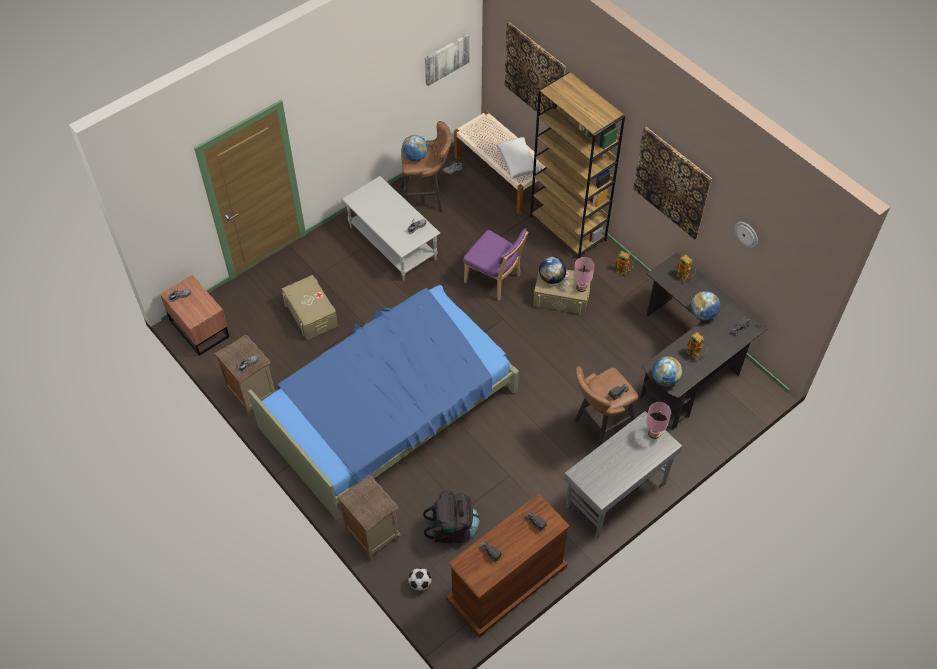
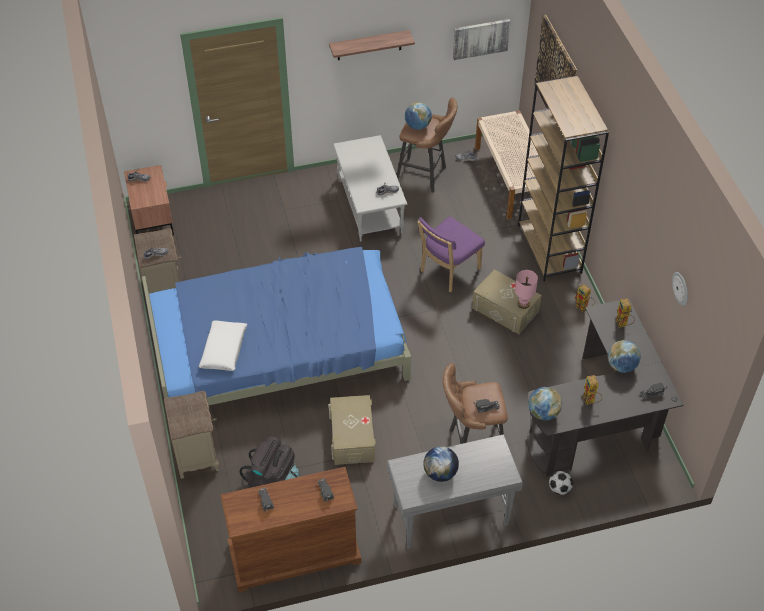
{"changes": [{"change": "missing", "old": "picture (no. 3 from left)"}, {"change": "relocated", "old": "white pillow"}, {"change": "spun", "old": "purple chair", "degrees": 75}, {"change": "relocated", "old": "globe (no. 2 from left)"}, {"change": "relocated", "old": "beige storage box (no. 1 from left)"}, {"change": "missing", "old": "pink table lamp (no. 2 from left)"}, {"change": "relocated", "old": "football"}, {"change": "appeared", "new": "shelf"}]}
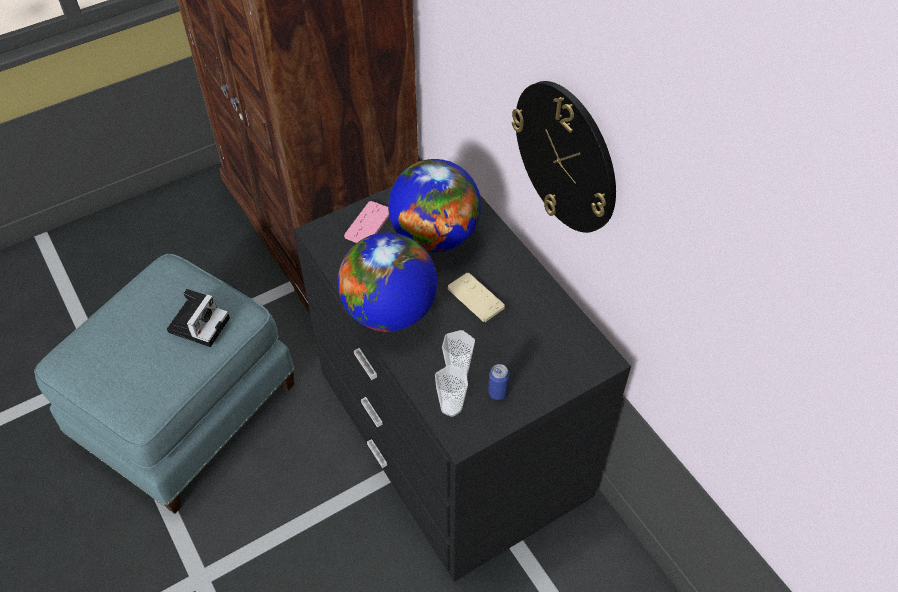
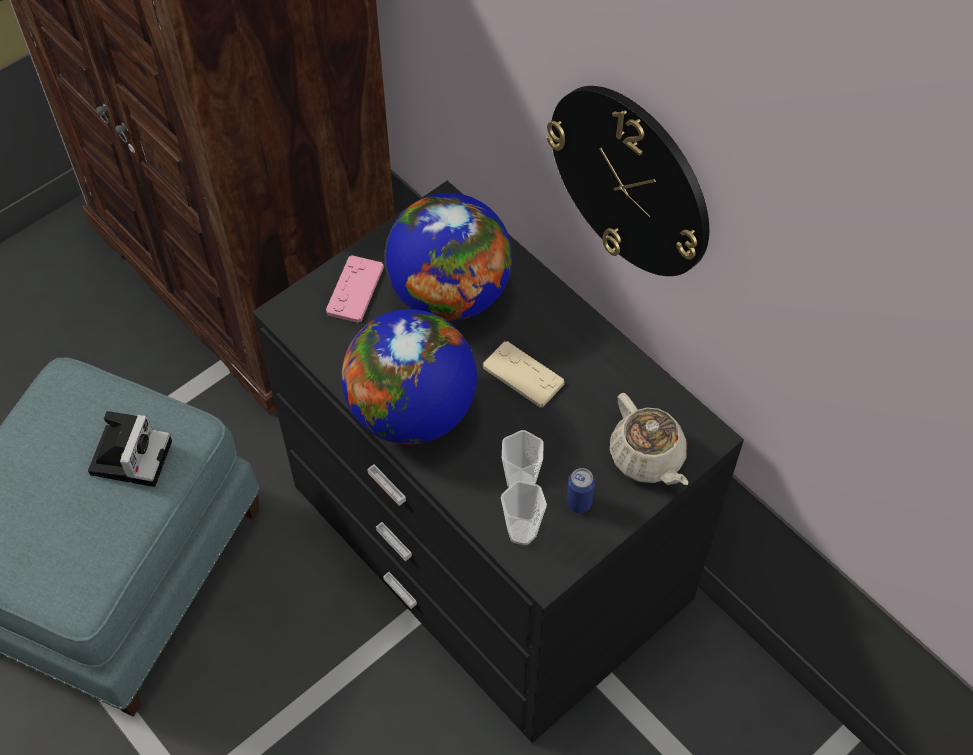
{"changes": [{"change": "appeared", "new": "beige teapot"}]}
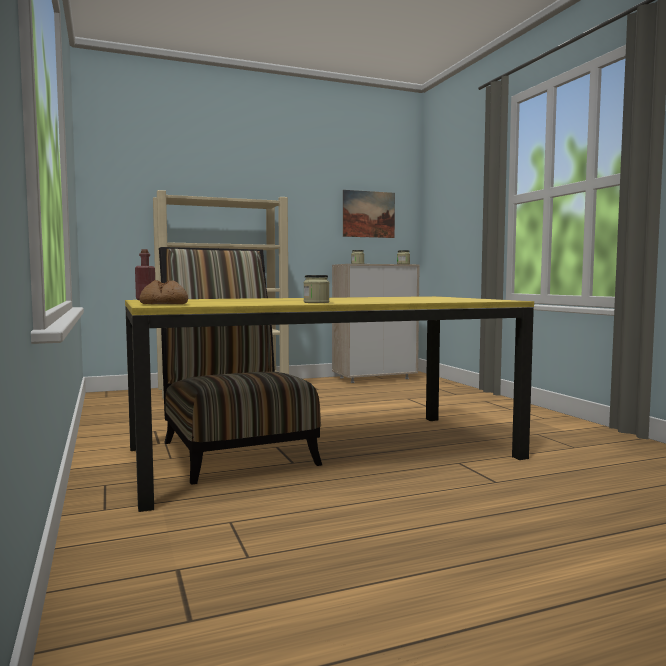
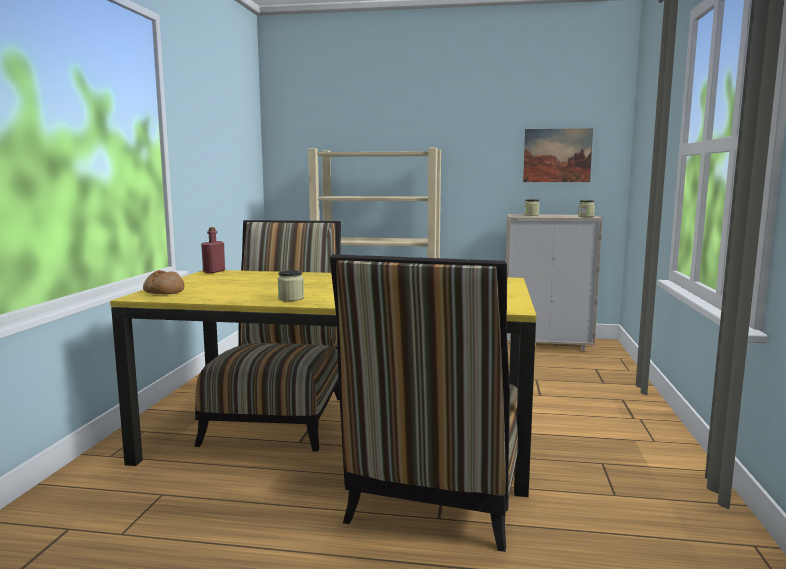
{"changes": [{"change": "appeared", "new": "chair (no. 2 from left)"}]}
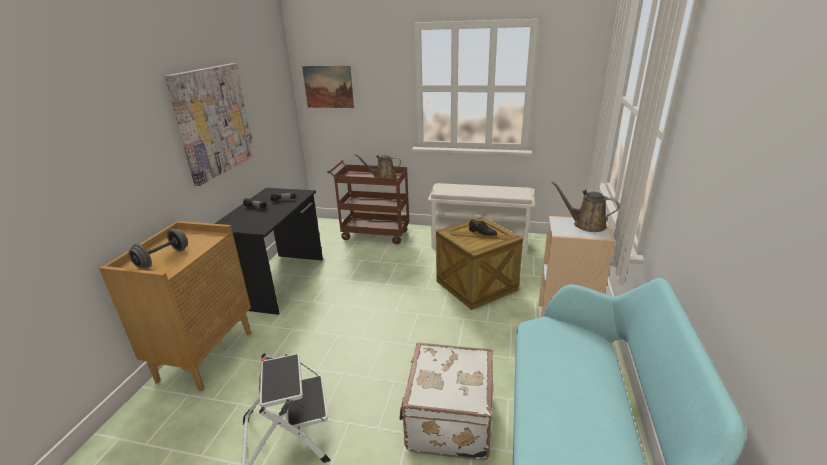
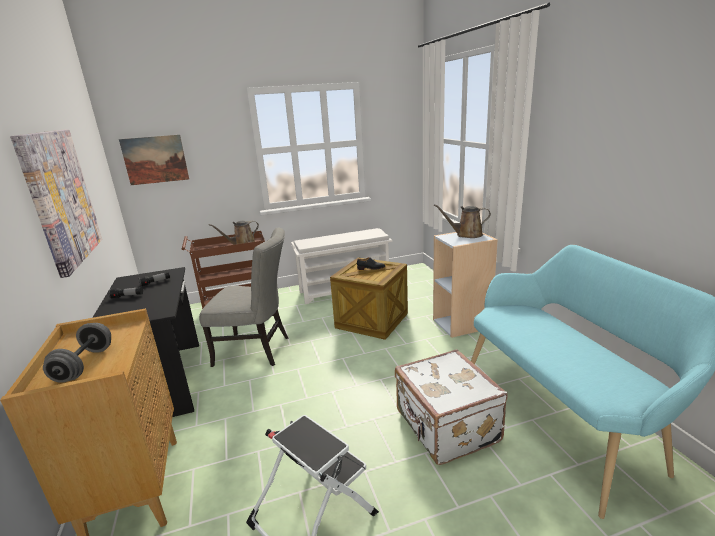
{"changes": [{"change": "appeared", "new": "grey chair"}]}
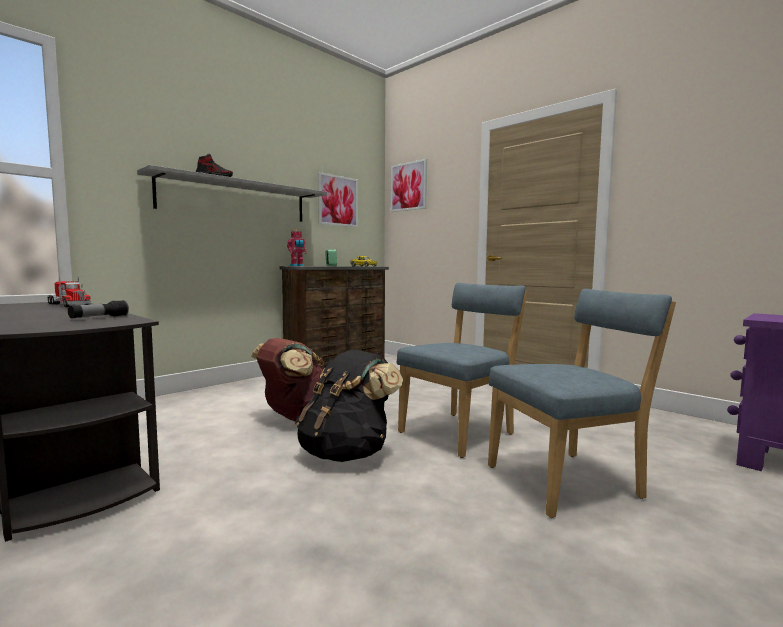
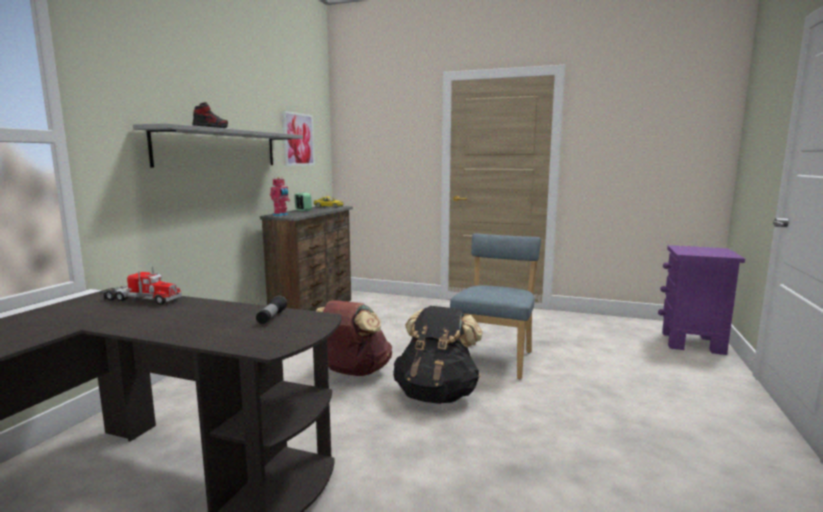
{"changes": [{"change": "missing", "old": "picture (no. 2 from left)"}, {"change": "missing", "old": "blue chair (no. 2 from left)"}]}
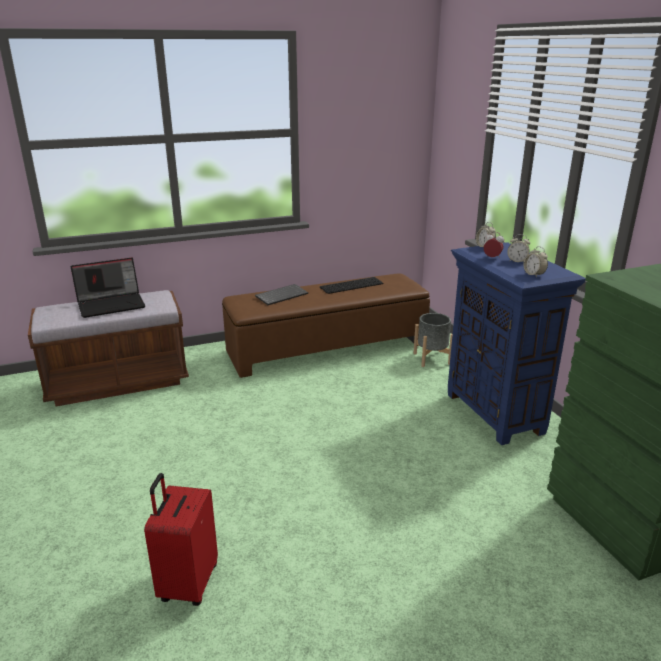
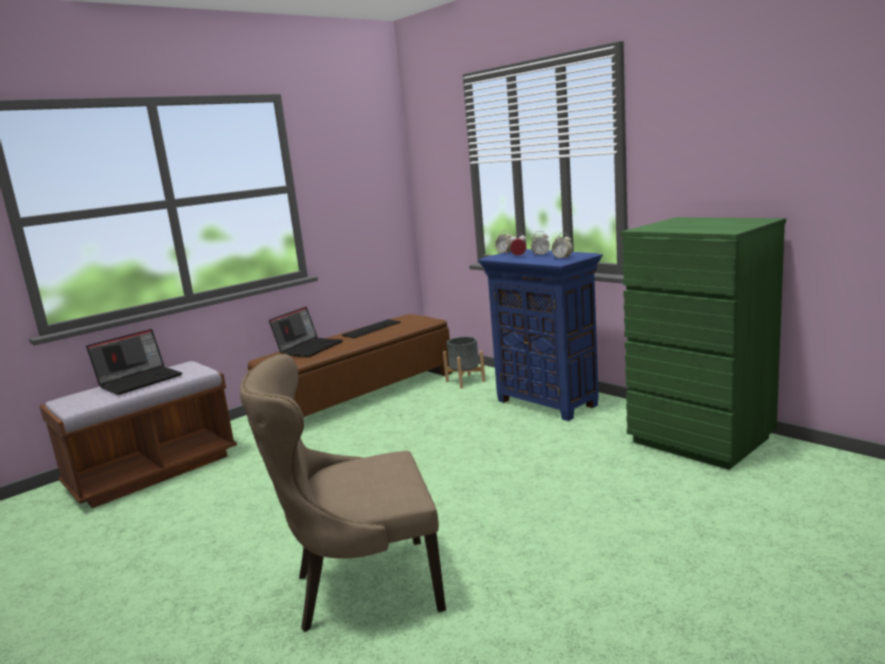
{"changes": [{"change": "exchanged", "old": "keyboard (no. 1 from left)", "new": "laptop (no. 2 from left)"}, {"change": "exchanged", "old": "red suitcase", "new": "beige chair"}]}
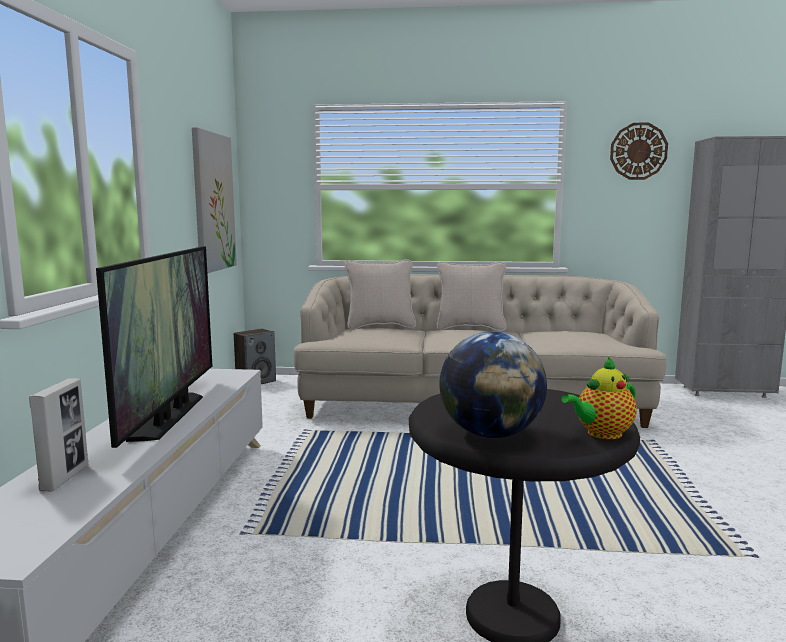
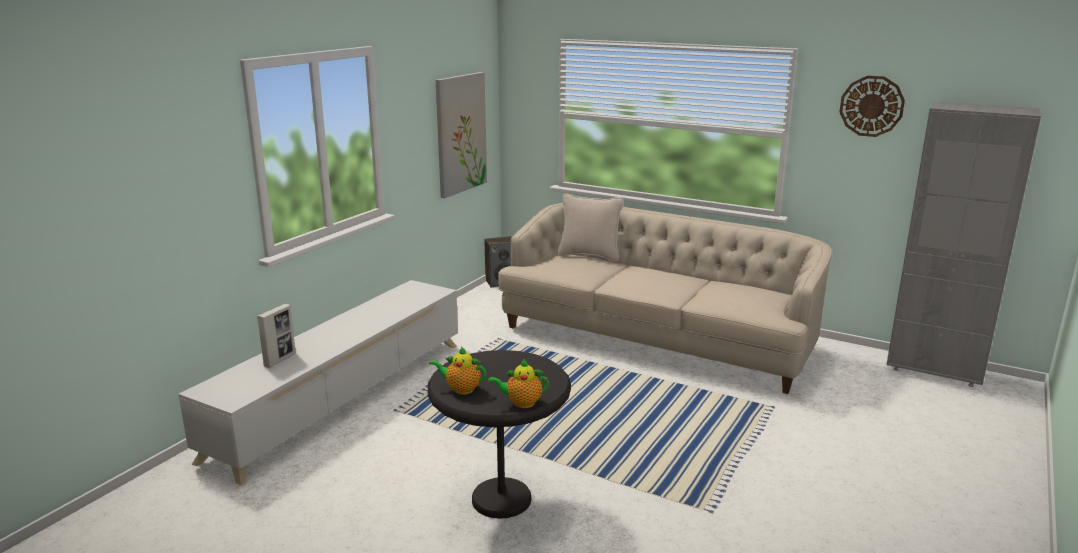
{"changes": [{"change": "missing", "old": "television"}, {"change": "missing", "old": "beige pillow (no. 2 from left)"}, {"change": "exchanged", "old": "globe", "new": "teapot (no. 1 from left)"}]}
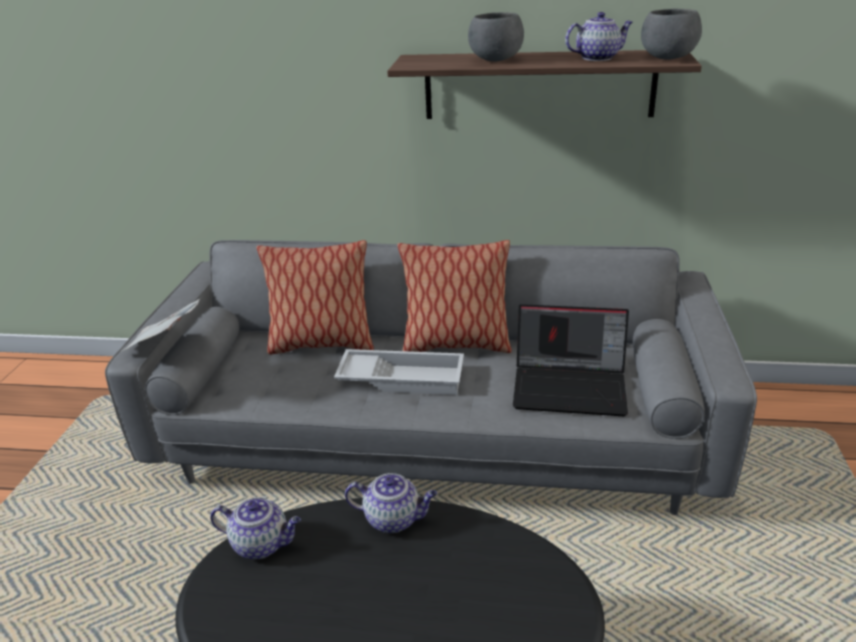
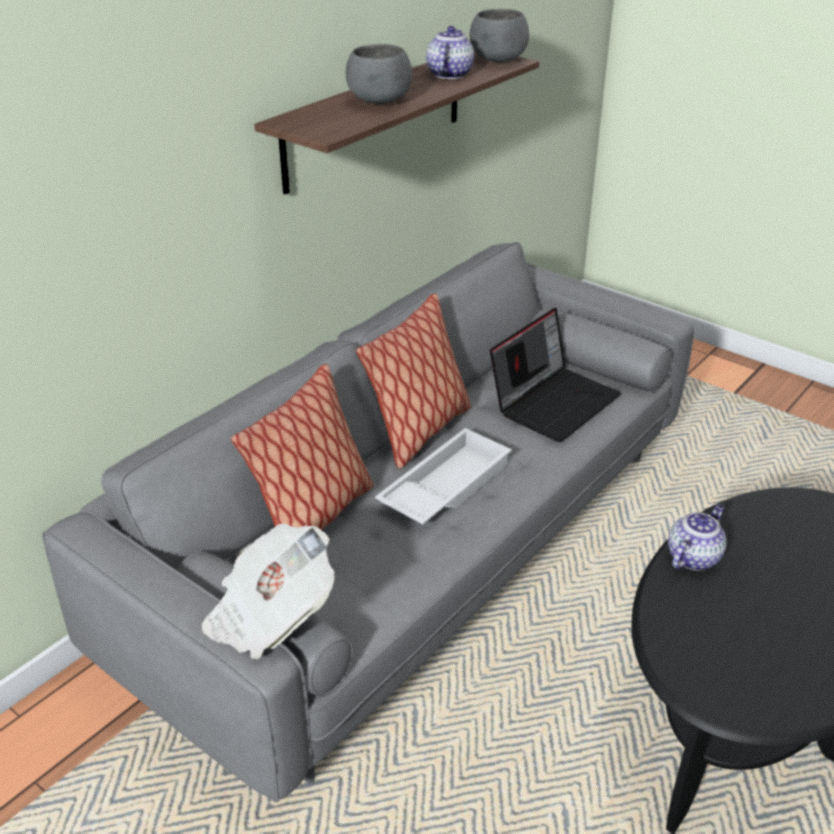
{"changes": [{"change": "missing", "old": "teapot (no. 1 from left)"}]}
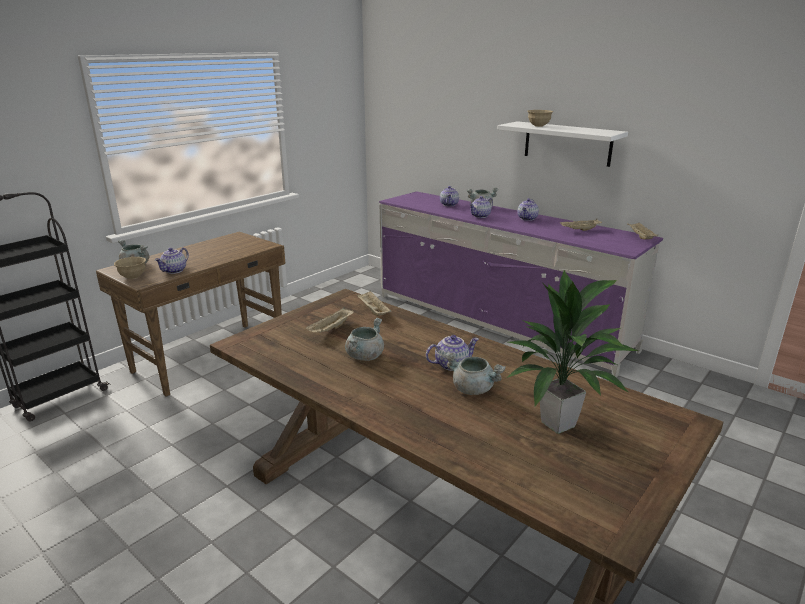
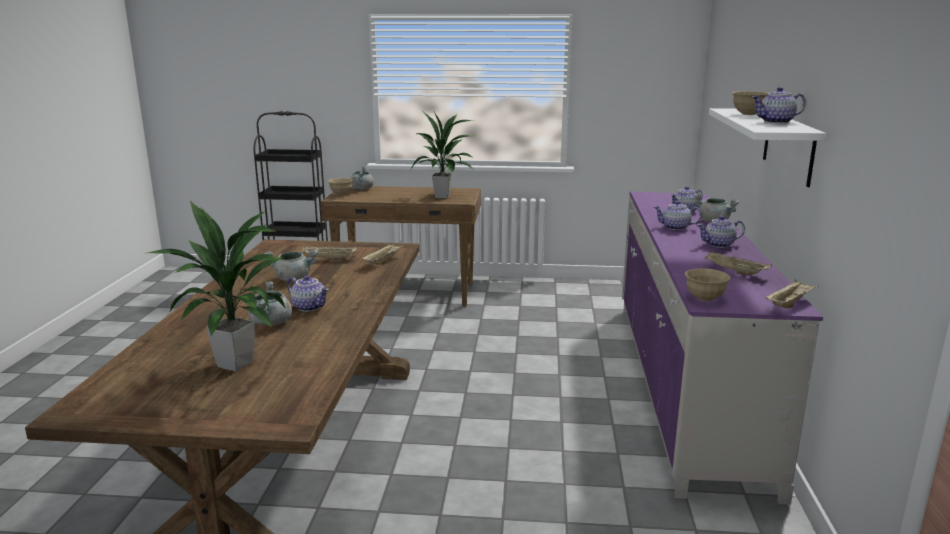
{"changes": [{"change": "relocated", "old": "teapot (no. 1 from left in the first image)", "new": "teapot (no. 5 from left)"}, {"change": "appeared", "new": "potted plant (no. 2 from left)"}, {"change": "appeared", "new": "beige bowl (no. 2 from left)"}]}
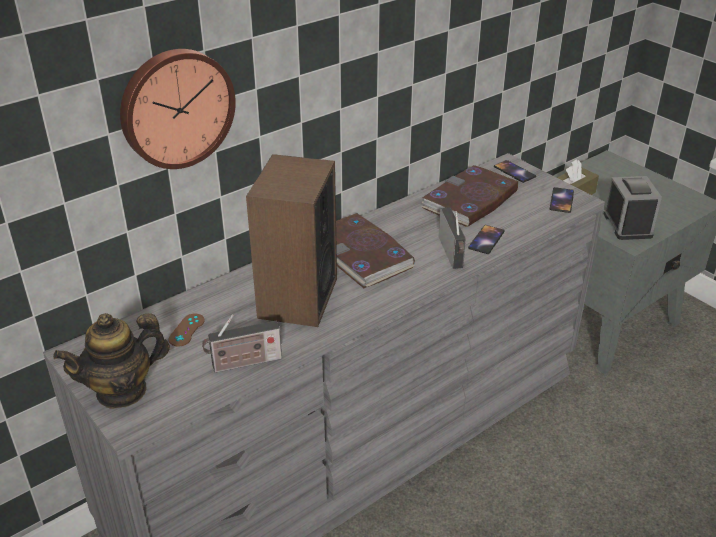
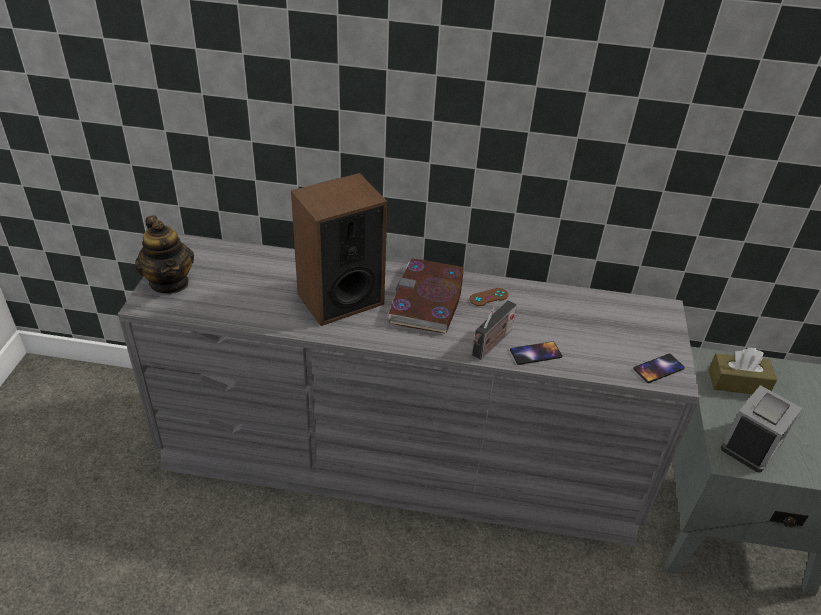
{"changes": [{"change": "missing", "old": "wall clock"}, {"change": "missing", "old": "phone (no. 2 from left)"}, {"change": "missing", "old": "book (no. 2 from left)"}, {"change": "spun", "old": "teapot", "degrees": -135}, {"change": "relocated", "old": "brown game controller"}, {"change": "missing", "old": "radio (no. 1 from left)"}]}
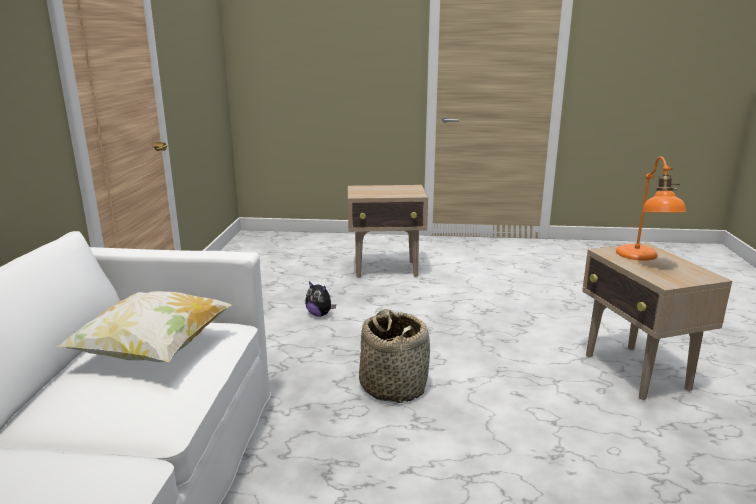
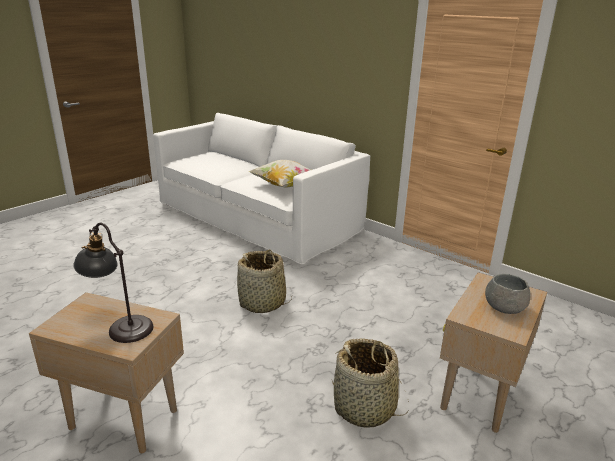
{"changes": [{"change": "colour", "old": "orange table lamp", "new": "grey table lamp"}, {"change": "missing", "old": "plush toy"}, {"change": "appeared", "new": "grey bowl"}, {"change": "appeared", "new": "basket (no. 2 from left)"}]}
